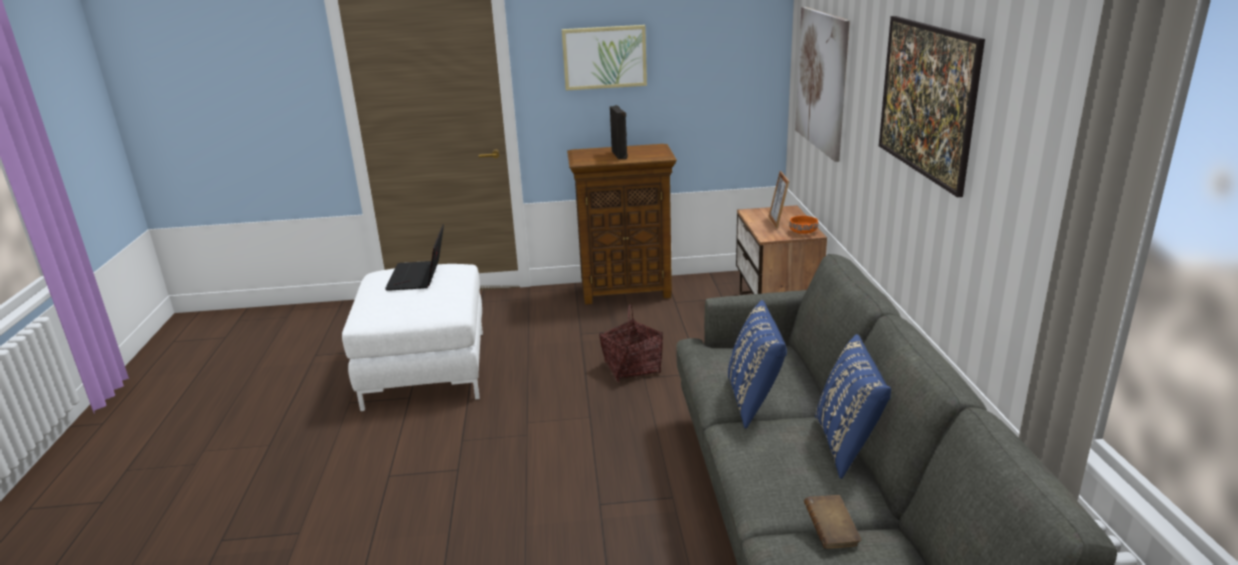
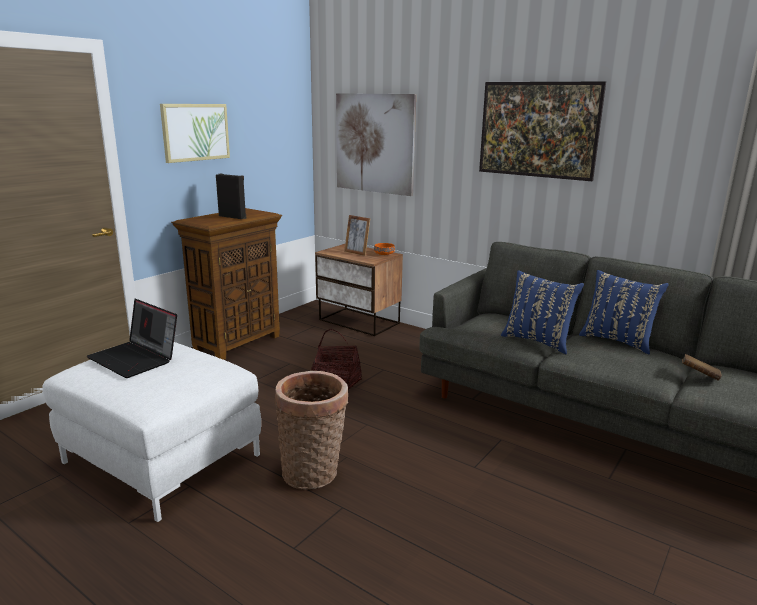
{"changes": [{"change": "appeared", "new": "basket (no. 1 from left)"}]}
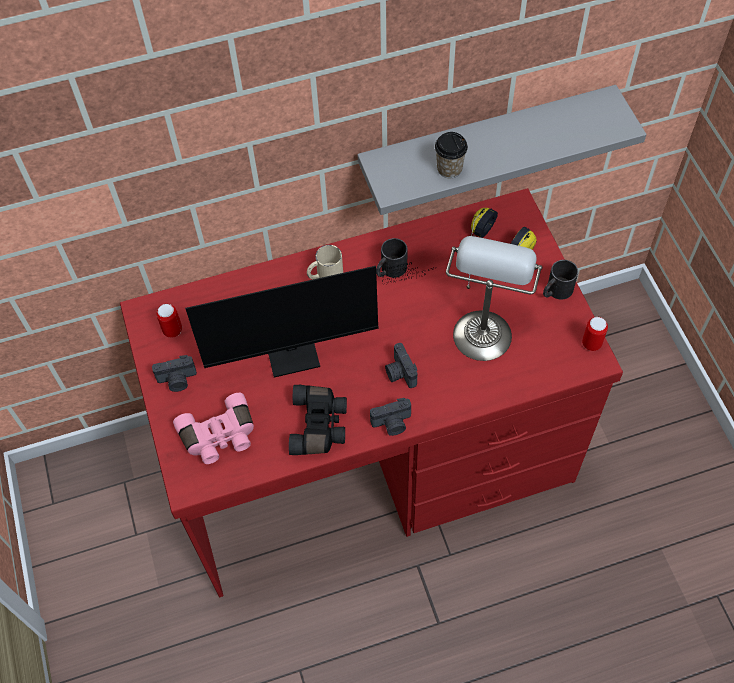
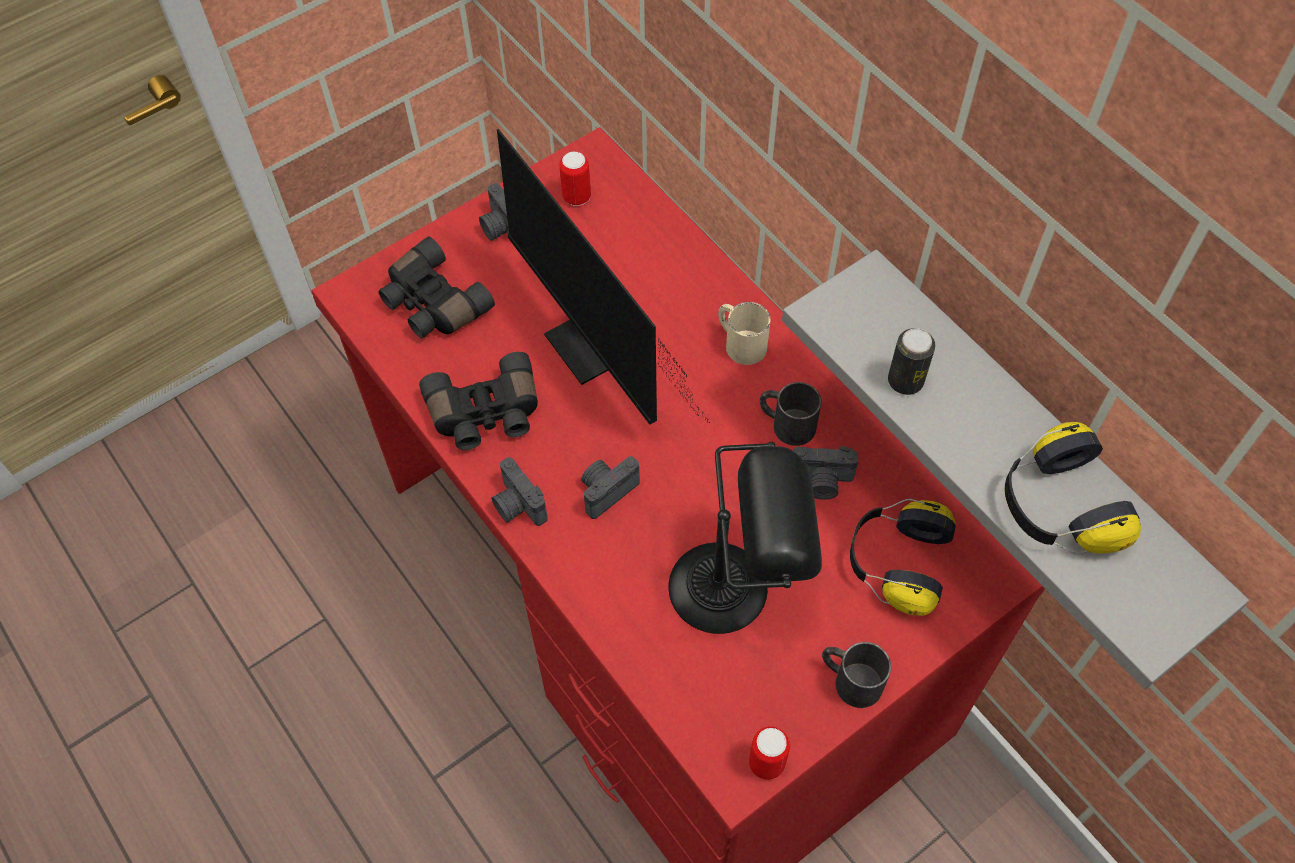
{"changes": [{"change": "exchanged", "old": "cup", "new": "can (no. 3 from left)"}, {"change": "colour", "old": "white table lamp", "new": "black table lamp"}, {"change": "colour", "old": "pink binoculars", "new": "black binoculars (no. 1 from left)"}, {"change": "appeared", "new": "headphones (no. 2 from left)"}, {"change": "appeared", "new": "photo camera (no. 4 from left)"}]}
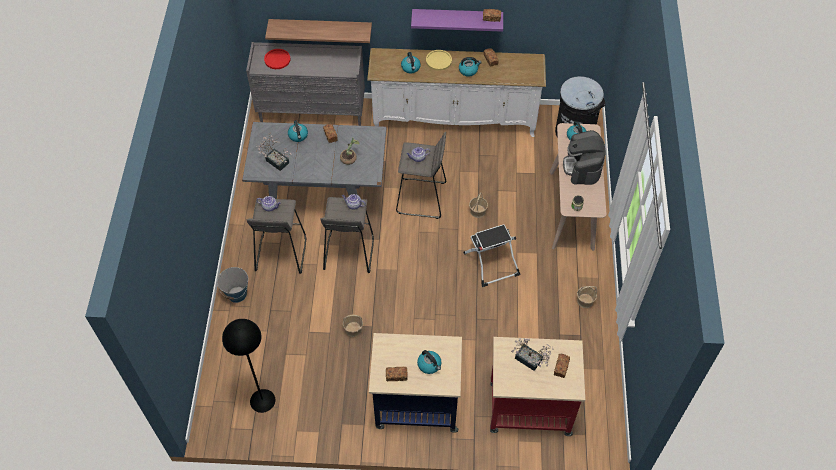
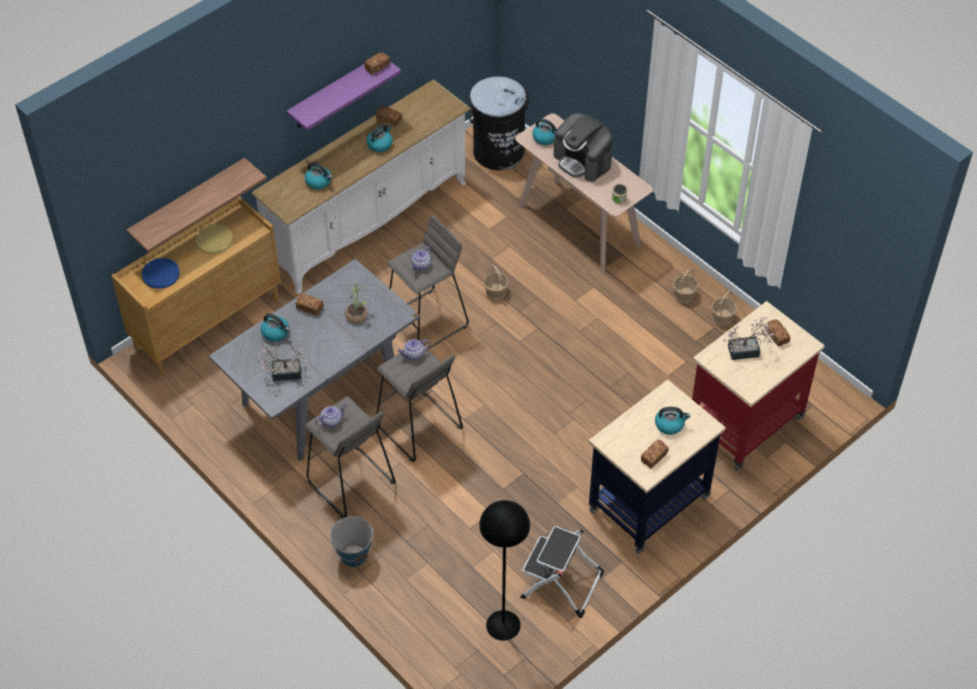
{"changes": [{"change": "colour", "old": "grey dresser", "new": "brown dresser"}, {"change": "colour", "old": "red plate", "new": "blue plate"}, {"change": "relocated", "old": "yellow plate"}, {"change": "relocated", "old": "step ladder"}, {"change": "relocated", "old": "basket (no. 1 from left in the first image)", "new": "basket (no. 3 from left)"}]}
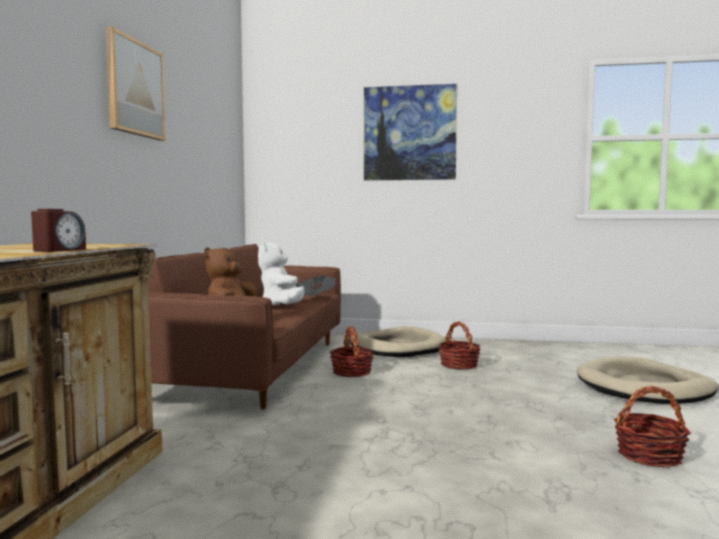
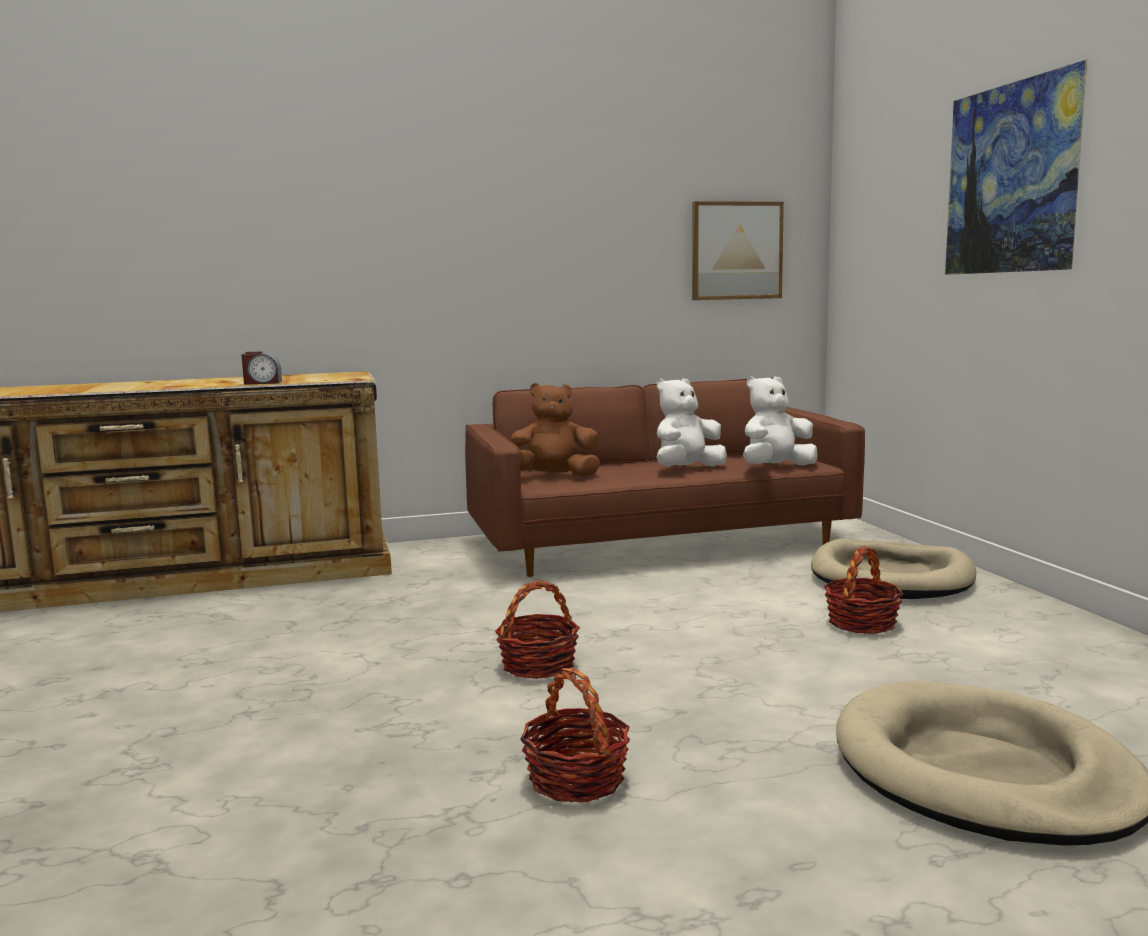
{"changes": [{"change": "relocated", "old": "picture (no. 1 from left)"}, {"change": "exchanged", "old": "newspaper", "new": "white plush toy (no. 2 from left)"}, {"change": "relocated", "old": "basket (no. 1 from left)"}]}
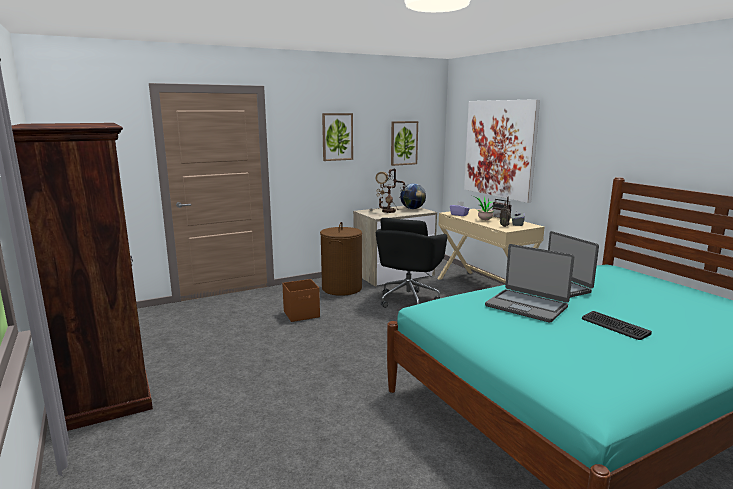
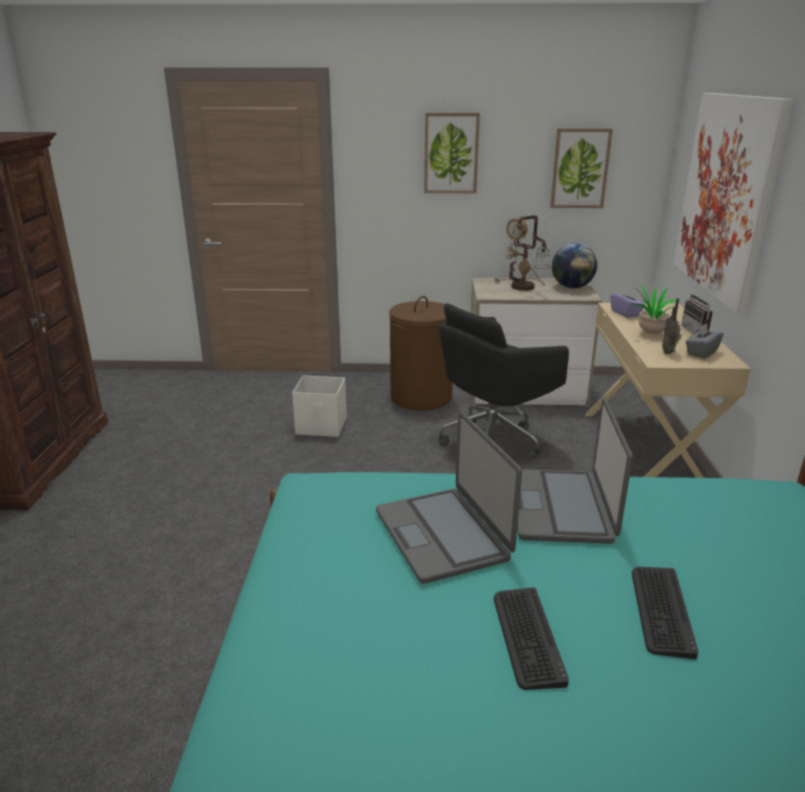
{"changes": [{"change": "colour", "old": "brown storage box", "new": "white storage box"}, {"change": "appeared", "new": "keyboard (no. 2 from left)"}]}
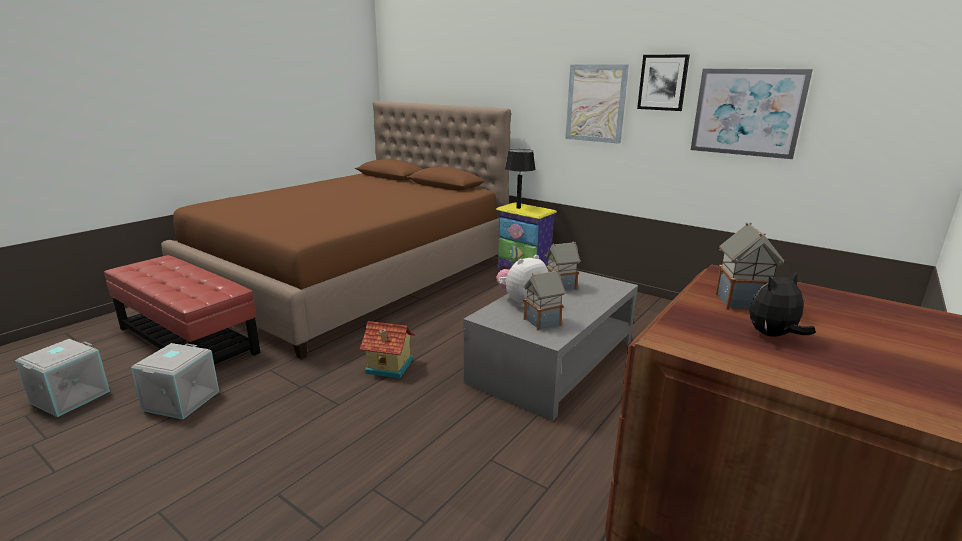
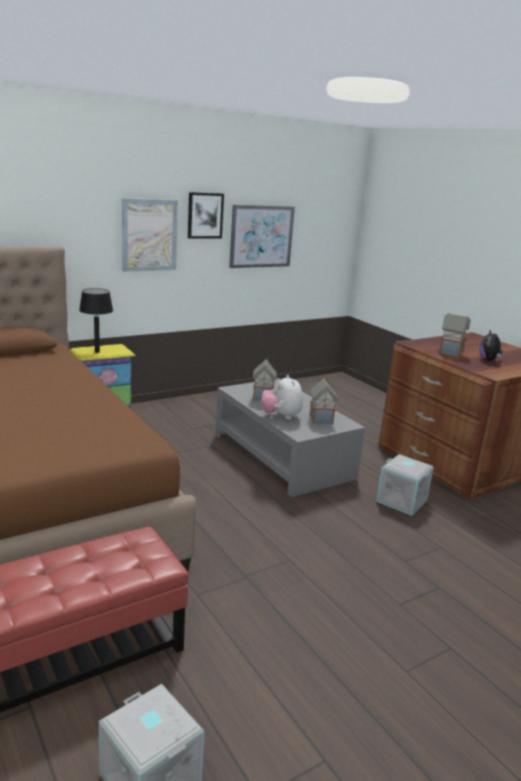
{"changes": [{"change": "missing", "old": "toy house (no. 1 from left)"}, {"change": "relocated", "old": "grey storage box (no. 2 from left)"}]}
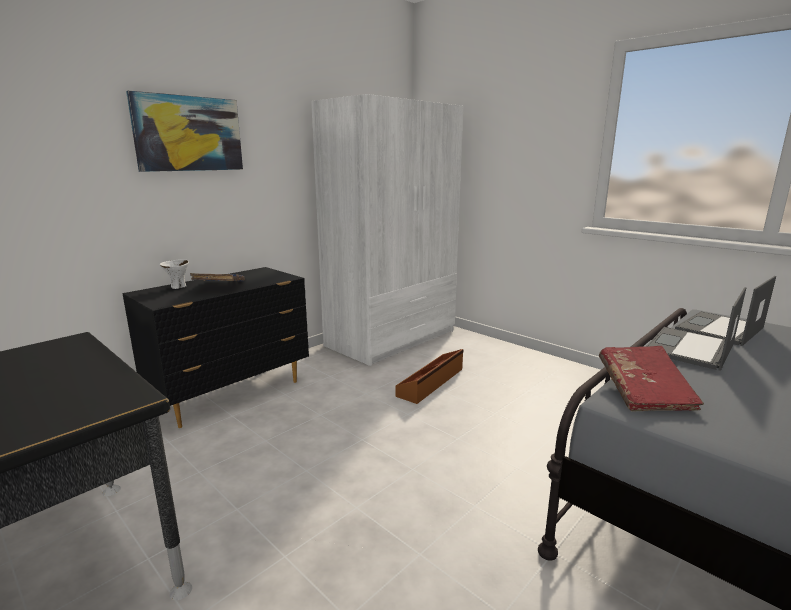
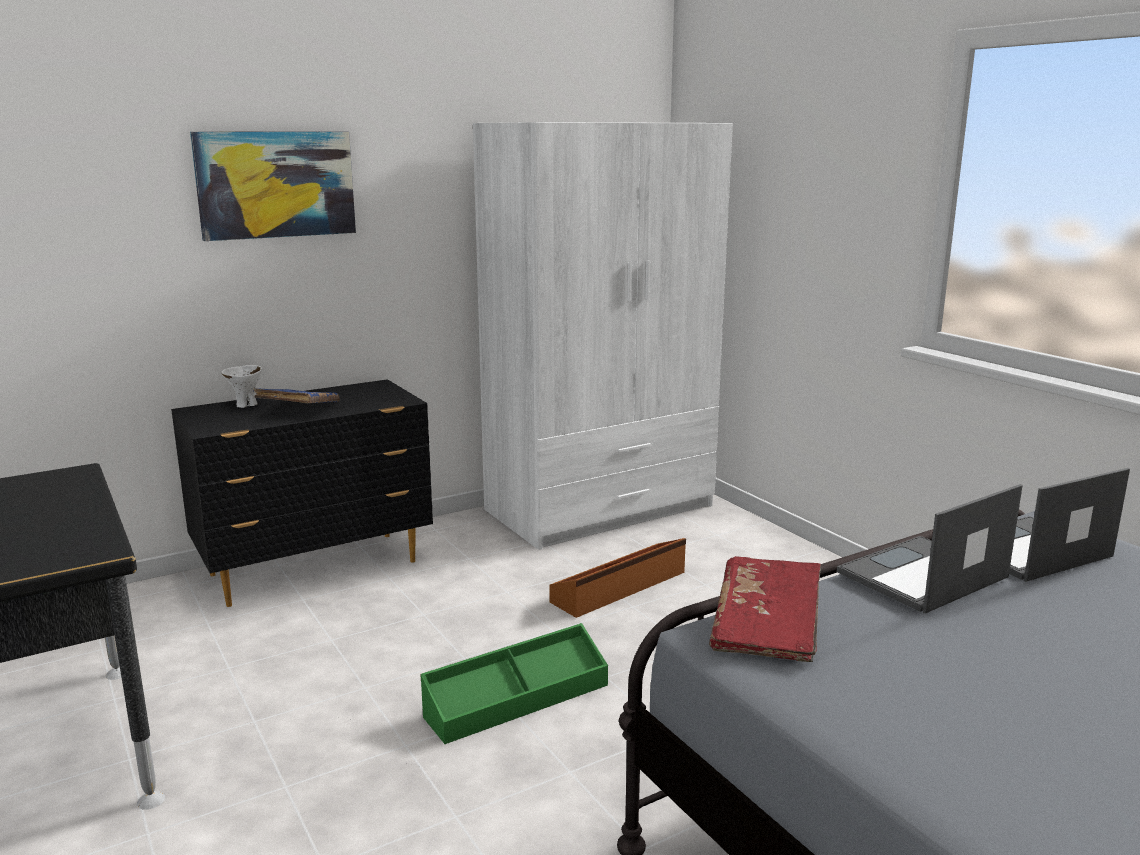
{"changes": [{"change": "appeared", "new": "green storage box"}]}
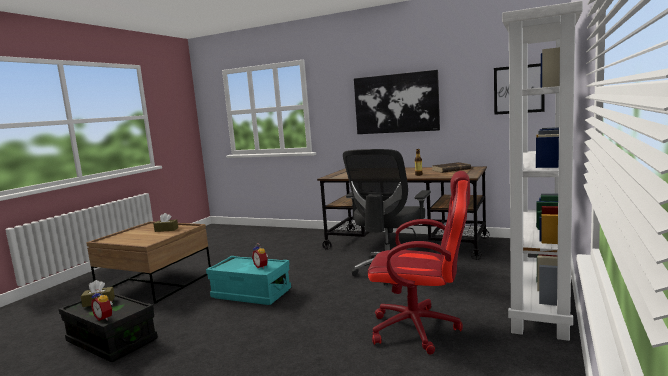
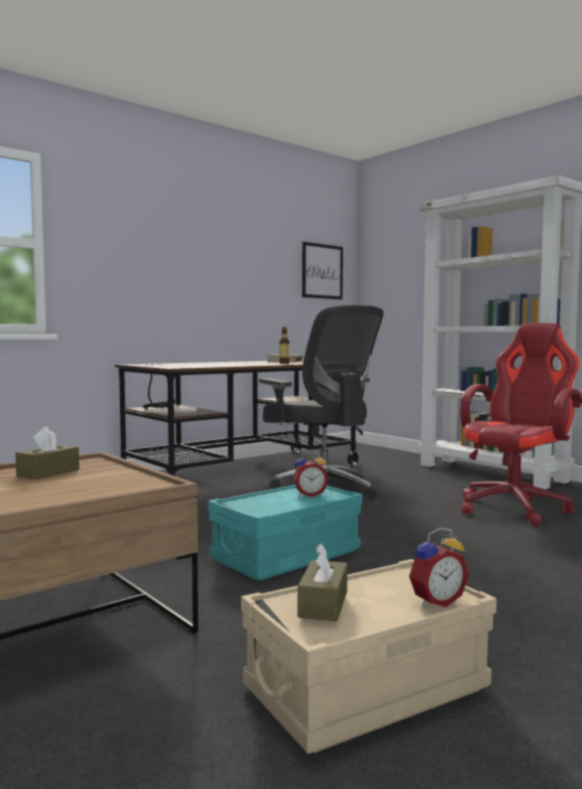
{"changes": [{"change": "missing", "old": "picture (no. 1 from left)"}, {"change": "colour", "old": "black storage box", "new": "beige storage box"}]}
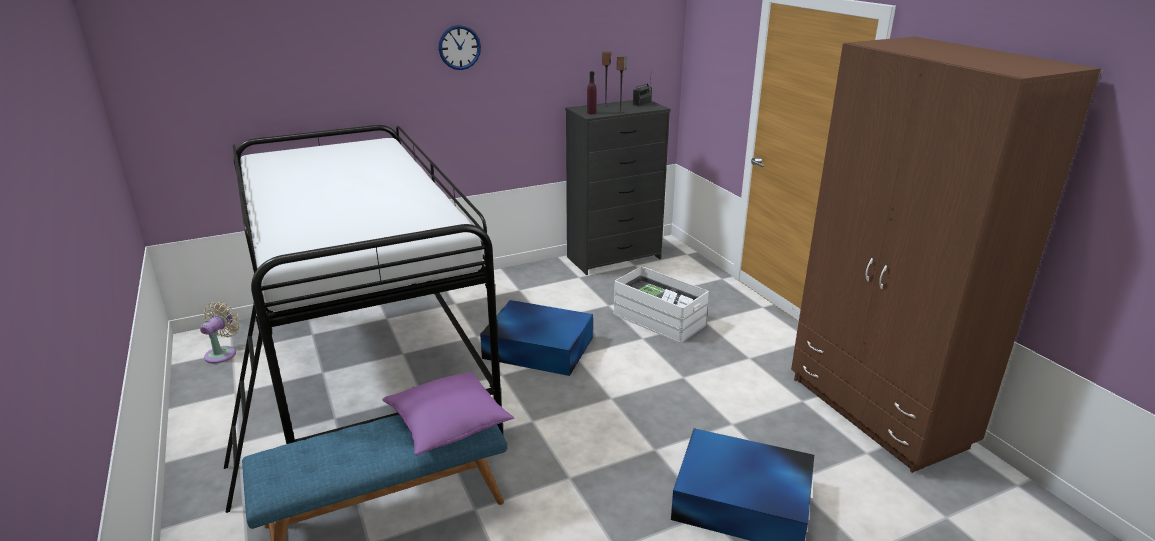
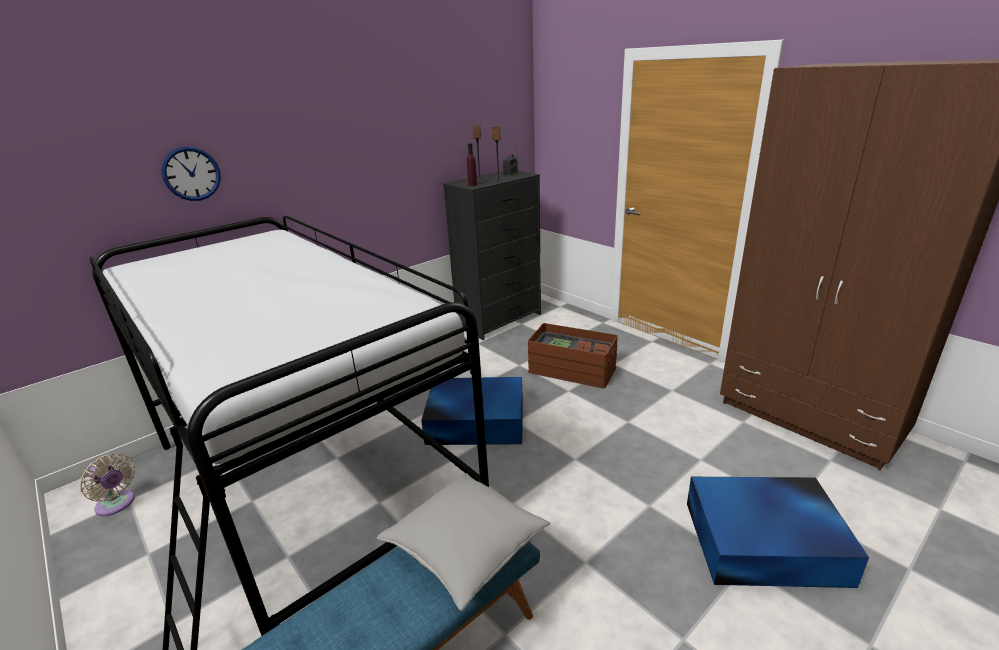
{"changes": [{"change": "relocated", "old": "wall clock"}, {"change": "colour", "old": "white storage box", "new": "brown storage box"}, {"change": "spun", "old": "beige fan", "degrees": 120}, {"change": "colour", "old": "purple pillow", "new": "grey pillow"}]}
